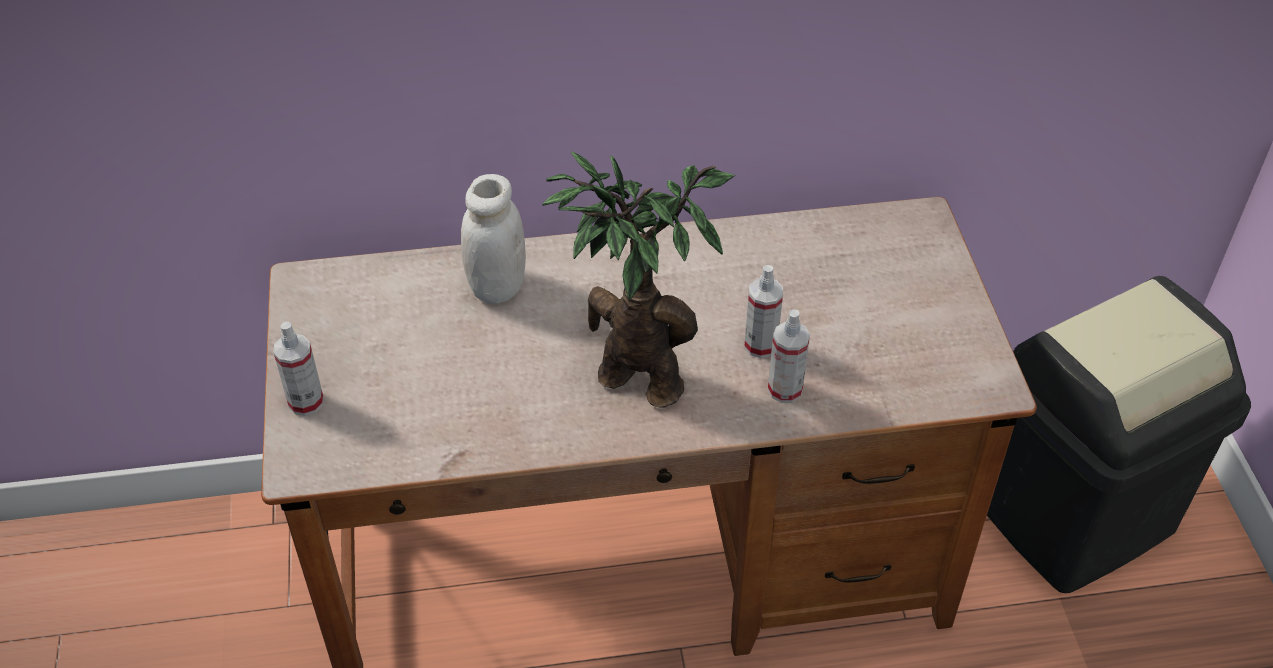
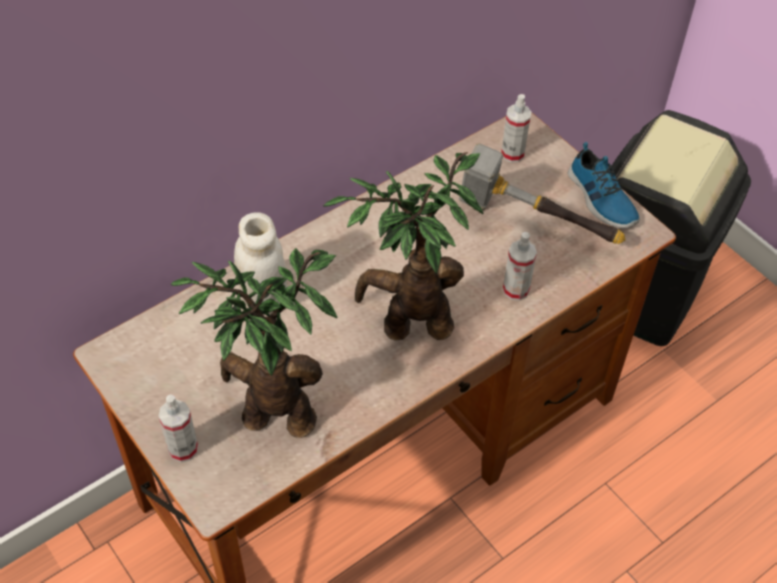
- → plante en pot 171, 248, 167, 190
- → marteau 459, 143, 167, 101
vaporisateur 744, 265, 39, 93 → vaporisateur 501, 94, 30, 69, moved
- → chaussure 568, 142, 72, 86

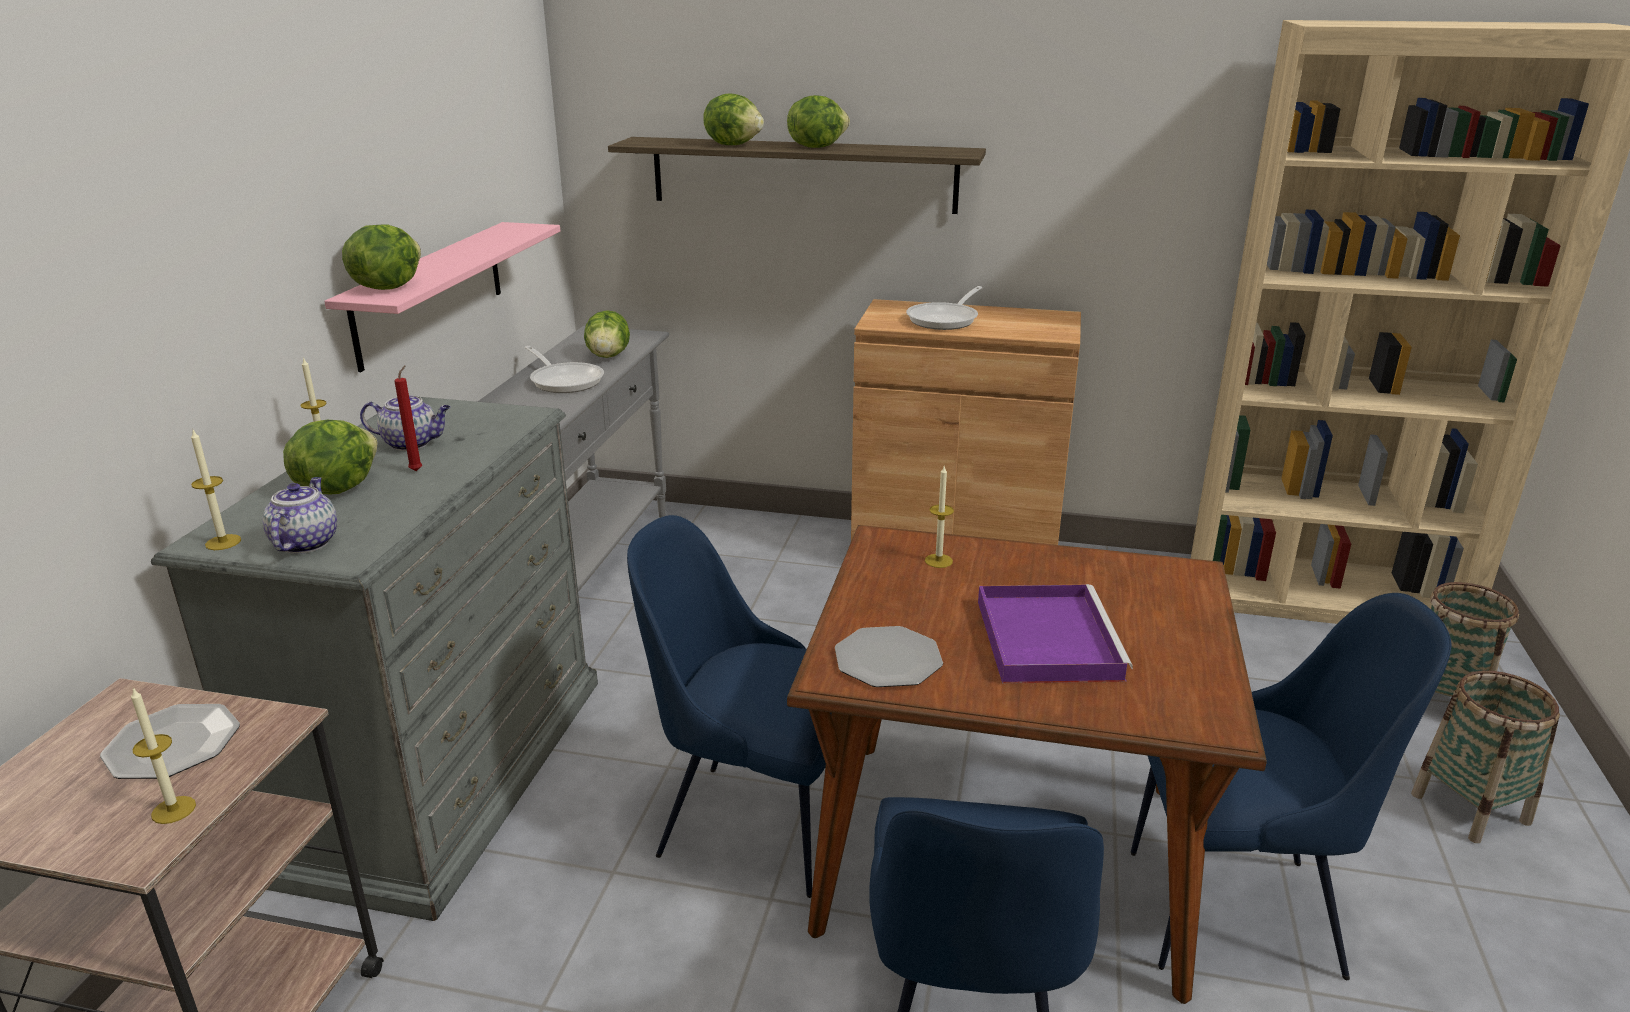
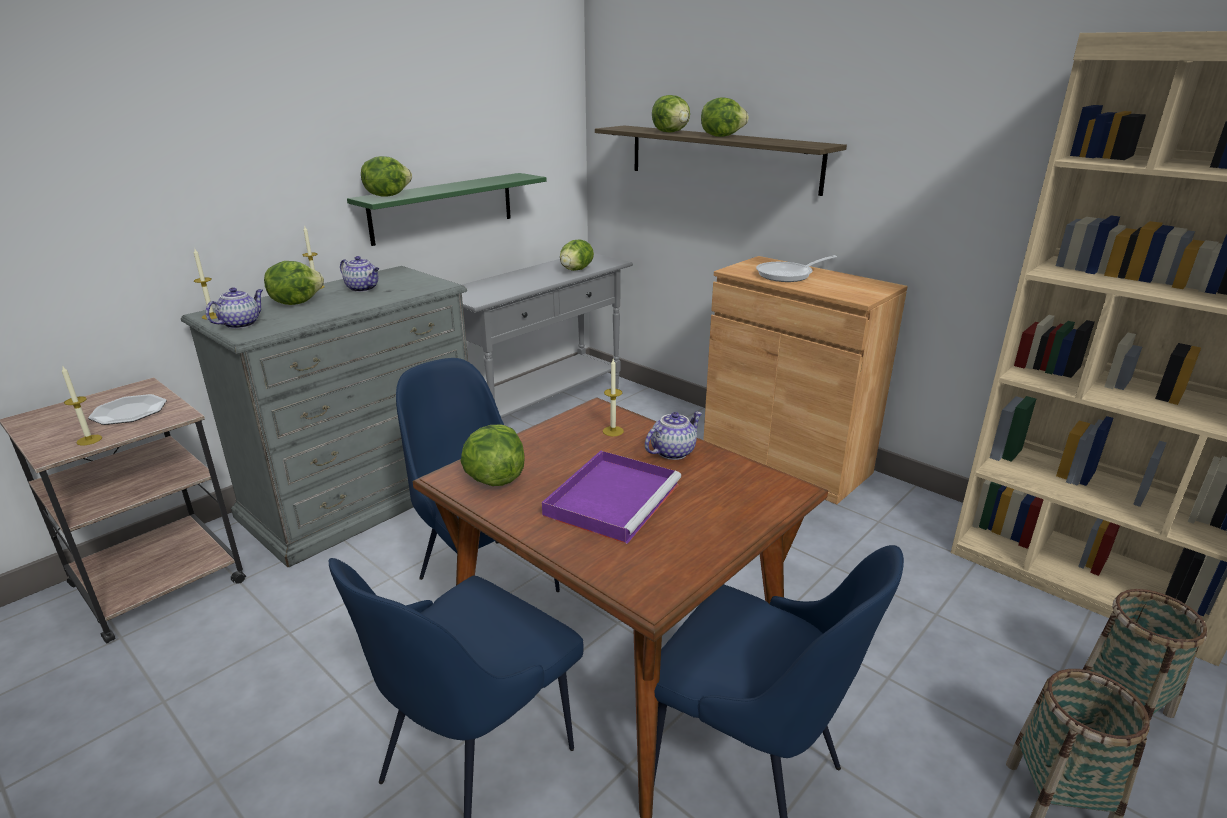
étagère/rose 324, 222, 236, 150 → étagère/vert 347, 173, 200, 73
assiette 835, 626, 108, 61 → laitue 461, 425, 64, 61
- → théière 645, 412, 57, 48
bougie/rouge 394, 365, 28, 106 → -
poêle 525, 346, 79, 47 → -

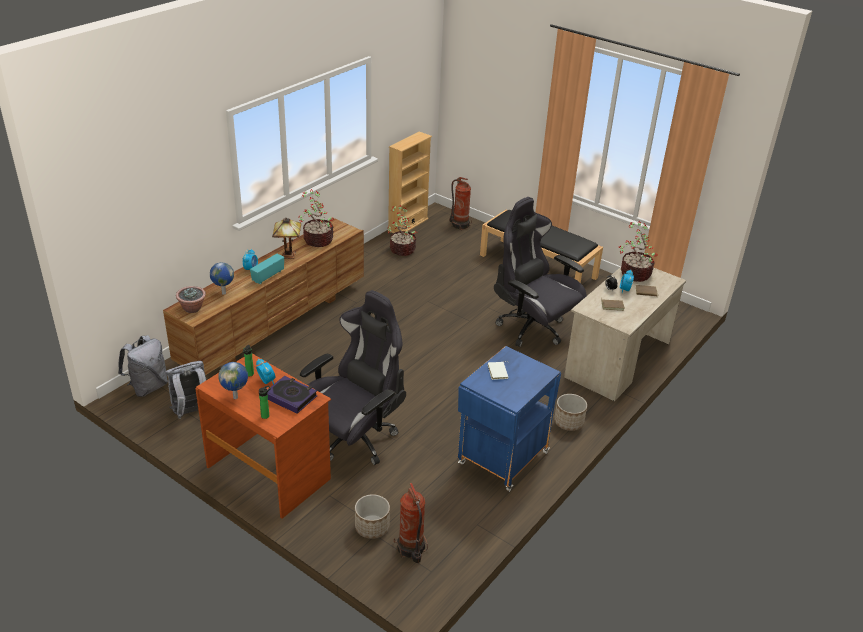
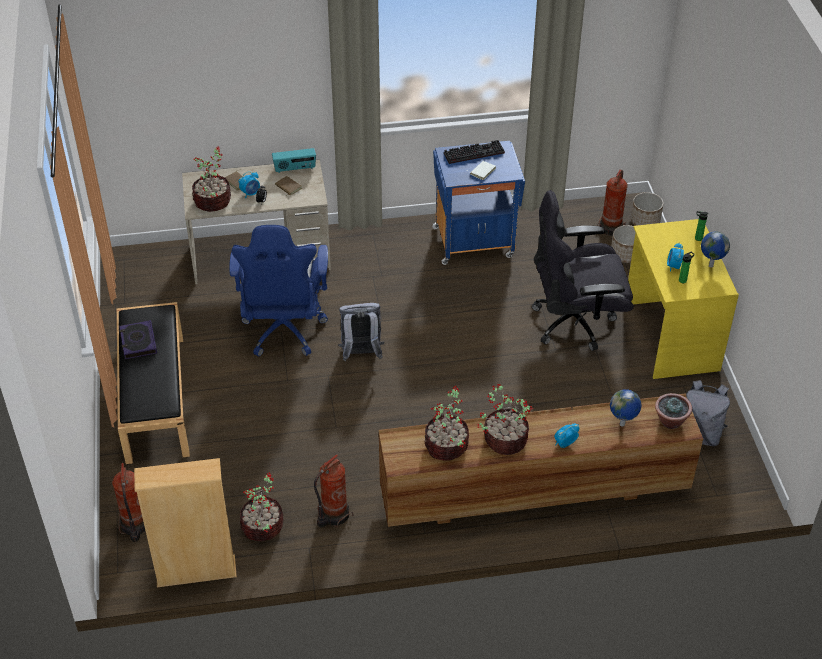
livre 267, 376, 51, 38 → livre 119, 320, 38, 39, moved
chaise de bureau/noir 494, 197, 93, 150 → chaise de bureau/bleu 229, 225, 99, 131
radio 250, 254, 34, 30 → radio 272, 148, 44, 25, moved
- → extincteur 314, 454, 39, 74
sac à dos/gris 118, 335, 50, 62 → sac à dos/gris 338, 303, 46, 58, moved
- → clavier 444, 140, 61, 24
lampe de table 272, 218, 29, 41 → plante en pot 477, 384, 56, 71
bureau/marron 196, 354, 135, 165 → bureau/jaune 628, 219, 111, 160
cache-pot 554, 394, 33, 37 → cache-pot 631, 192, 32, 34, moved

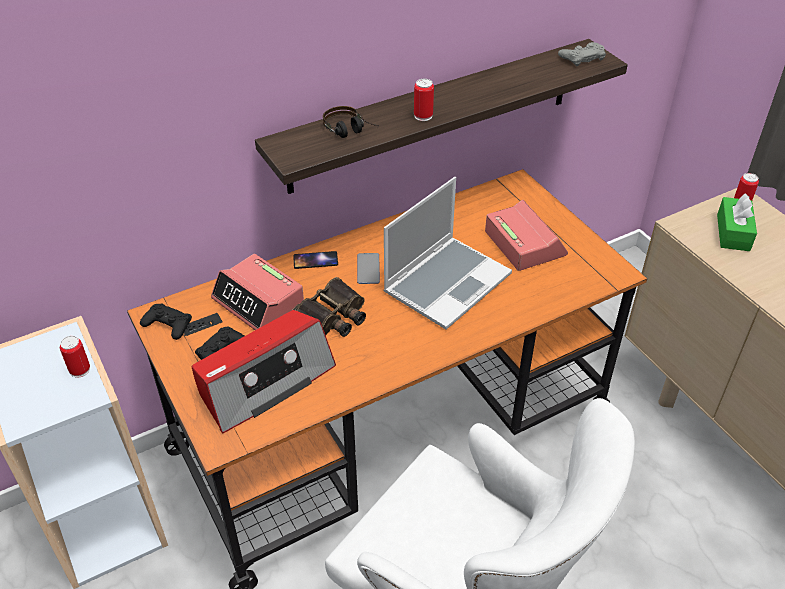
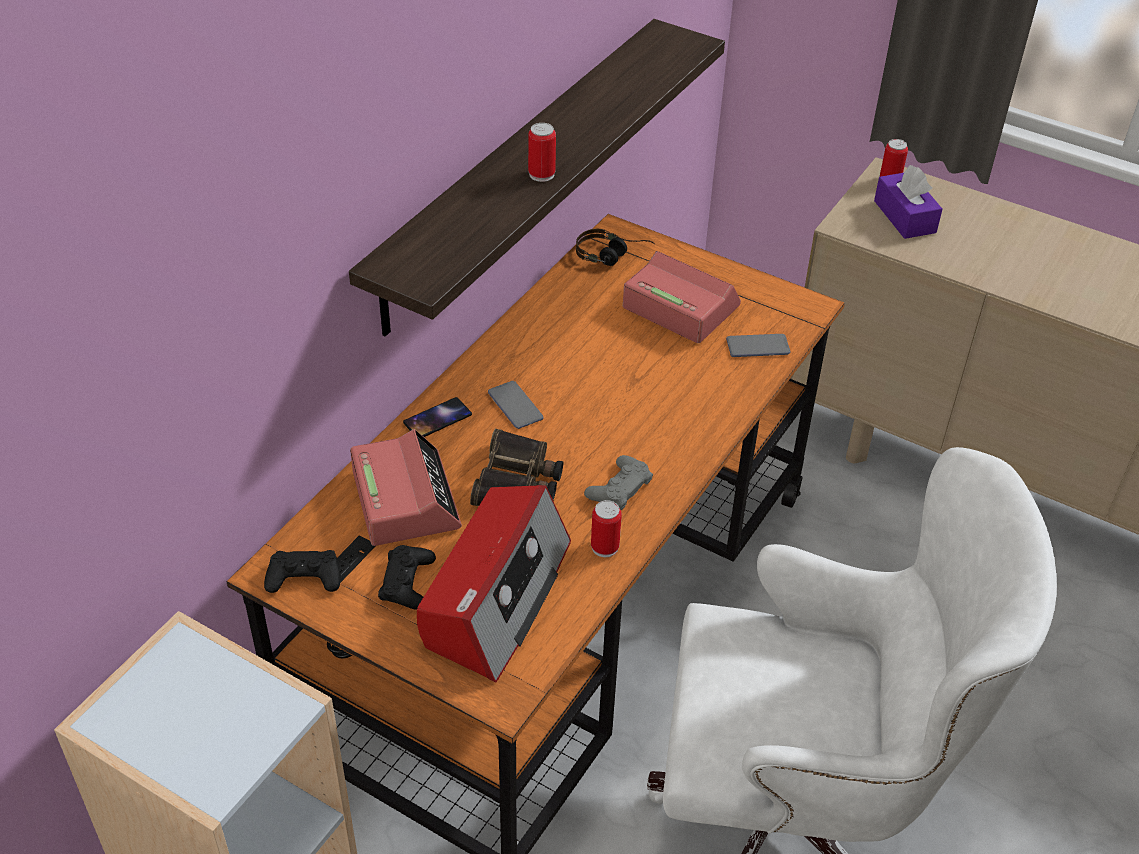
réveil 211, 254, 93, 76 → réveil 350, 429, 112, 117, 120 degrees counterclockwise
casque audio 323, 106, 56, 32 → casque audio 576, 229, 78, 37, moved
manette/gris 558, 42, 48, 25 → manette/gris 584, 455, 69, 55, moved
boîte métallique 60, 336, 30, 42 → boîte métallique 591, 500, 31, 57, moved
- → téléphone 726, 334, 65, 23
boîte à mouchoirs/vert 717, 194, 40, 57 → boîte à mouchoirs/violet 874, 165, 69, 74
ordinateur portable 383, 177, 129, 153 → -

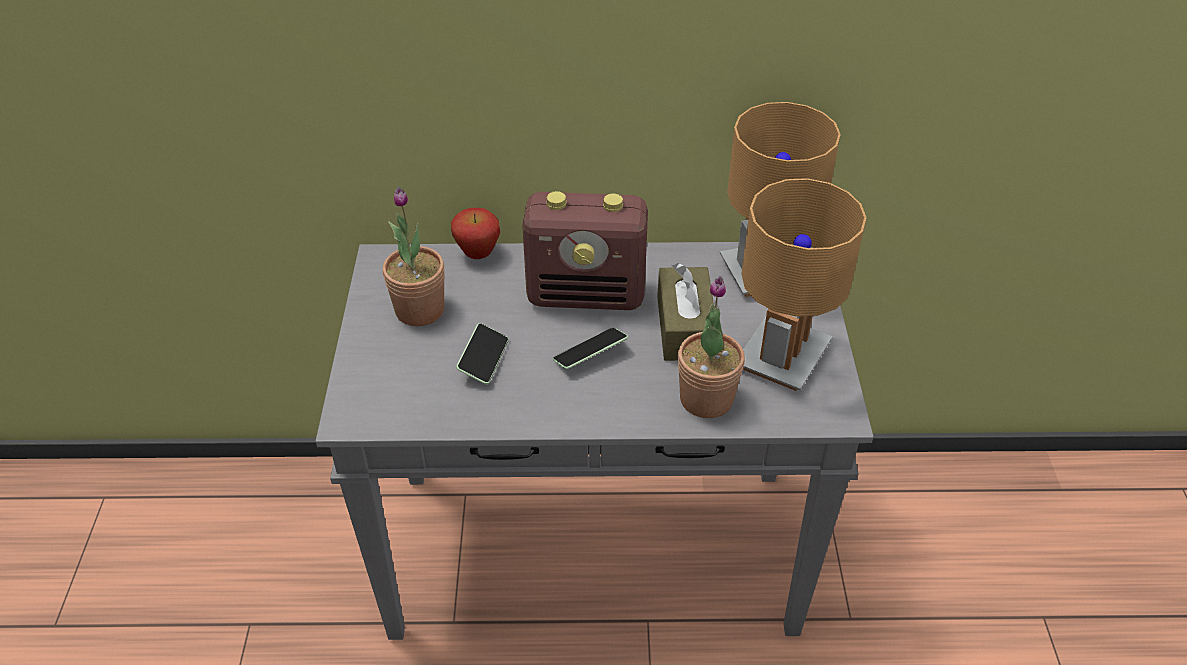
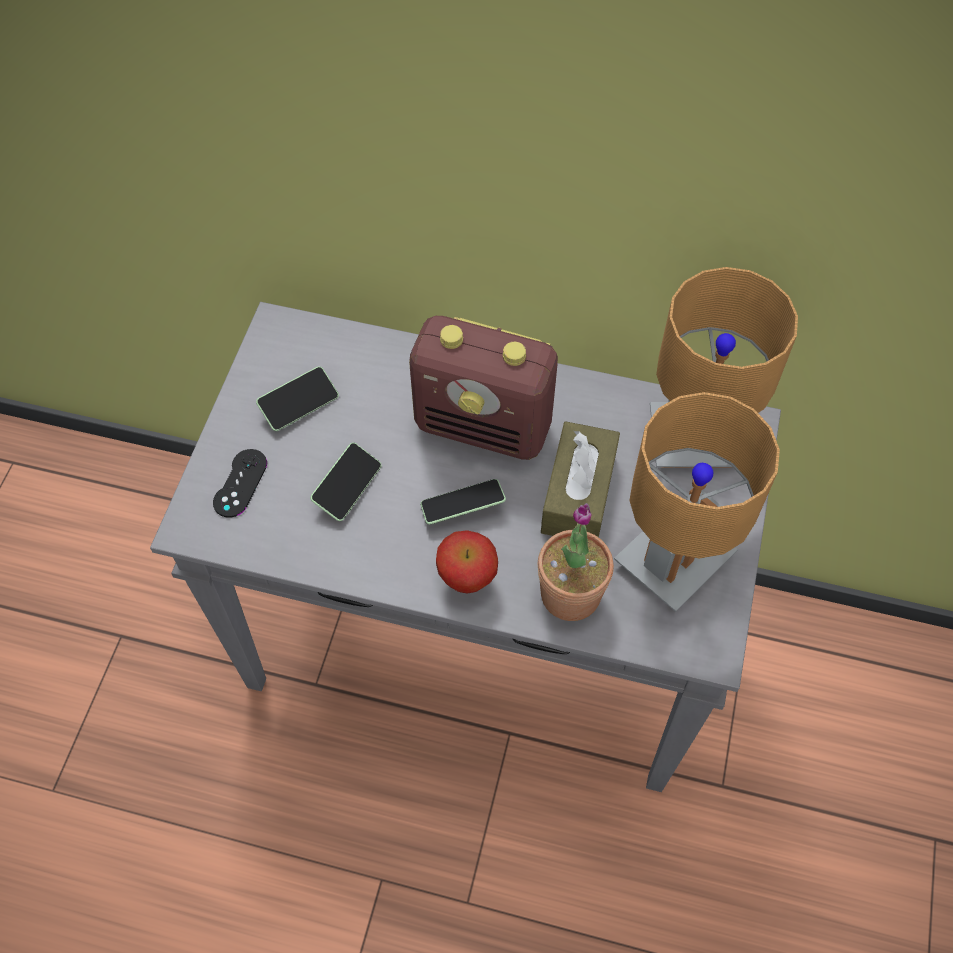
- → manette/noir 213, 449, 54, 69
plante en pot 383, 187, 62, 139 → téléphone 256, 366, 83, 65
pomme 451, 208, 49, 51 → pomme 436, 530, 62, 64, moved

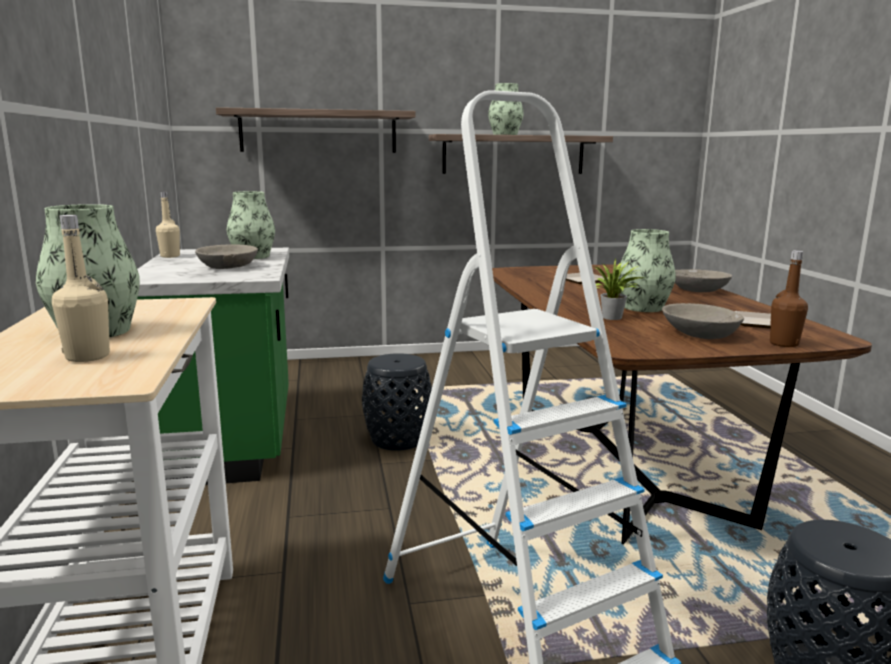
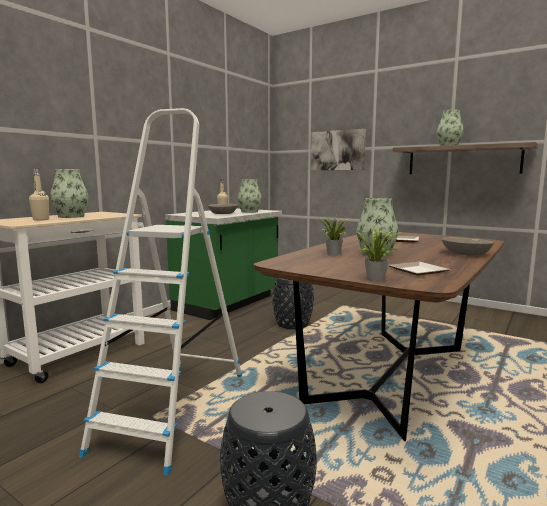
étagère 216, 107, 200, 46 → tableau 311, 129, 55, 41
bouteille/marron 770, 250, 38, 97 → plante en pot 357, 227, 47, 55
bol/gris 662, 303, 82, 36 → -

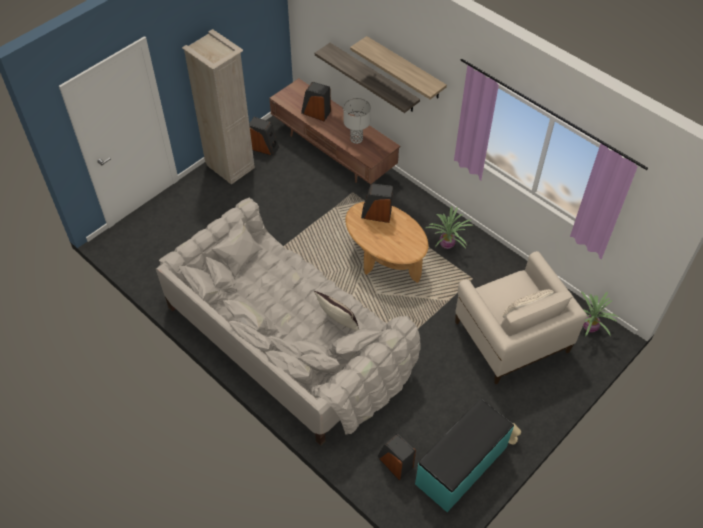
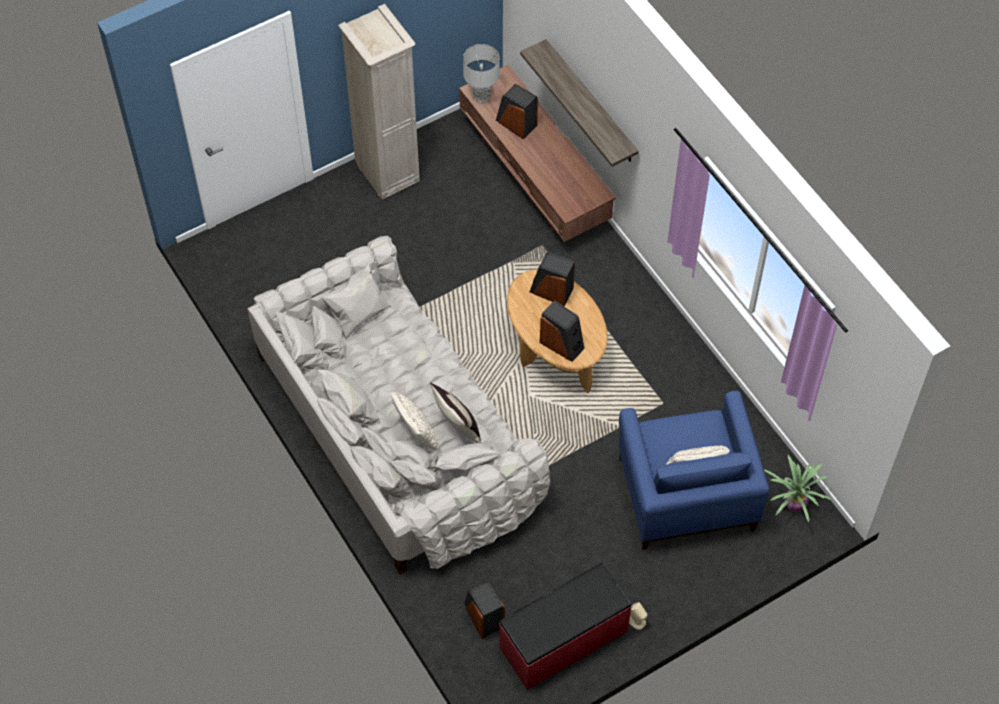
- → coussin/beige 391, 392, 48, 58
lampe de table/blanc 343, 98, 28, 46 → lampe de table/blanc 463, 44, 37, 59, moved
banc/turquoise 415, 399, 99, 113 → banc/rouge 499, 563, 133, 127
enceinte 249, 117, 30, 39 → enceinte 539, 300, 46, 62, moved
fauteuil/beige 455, 251, 132, 133 → fauteuil/bleu 618, 391, 152, 159
étagère 350, 36, 97, 63 → -
plante en pot 425, 206, 47, 43 → -

